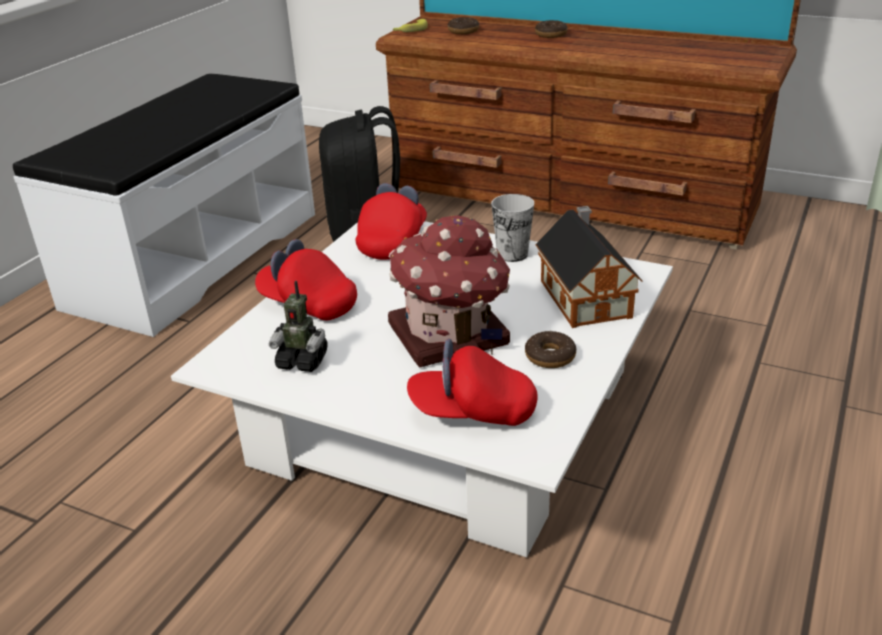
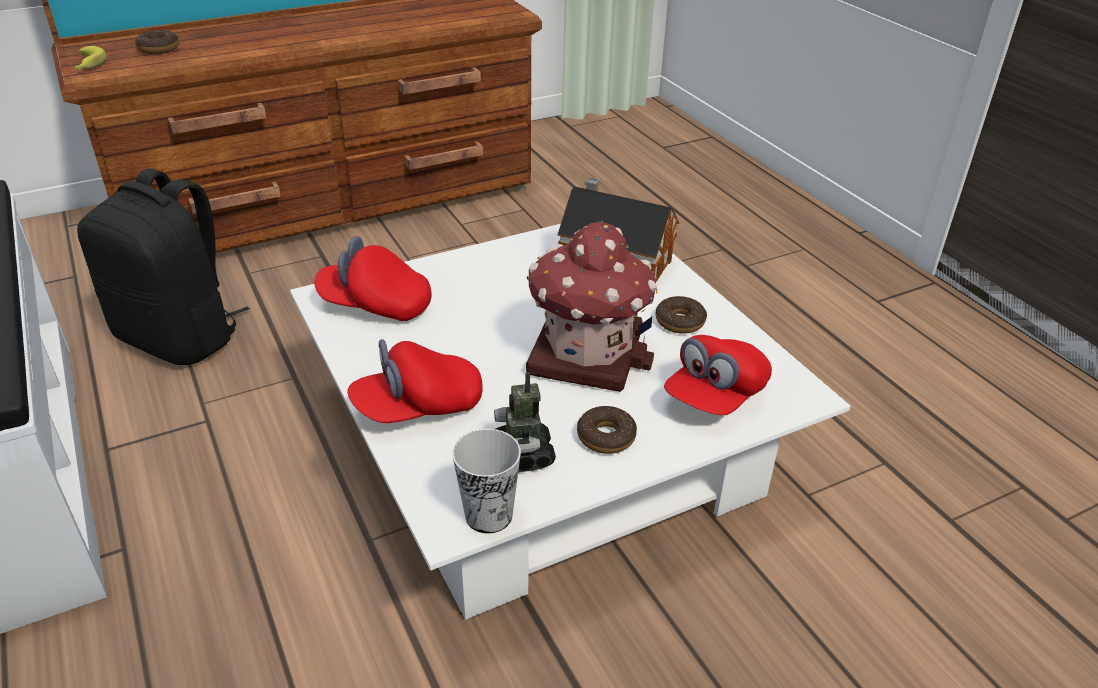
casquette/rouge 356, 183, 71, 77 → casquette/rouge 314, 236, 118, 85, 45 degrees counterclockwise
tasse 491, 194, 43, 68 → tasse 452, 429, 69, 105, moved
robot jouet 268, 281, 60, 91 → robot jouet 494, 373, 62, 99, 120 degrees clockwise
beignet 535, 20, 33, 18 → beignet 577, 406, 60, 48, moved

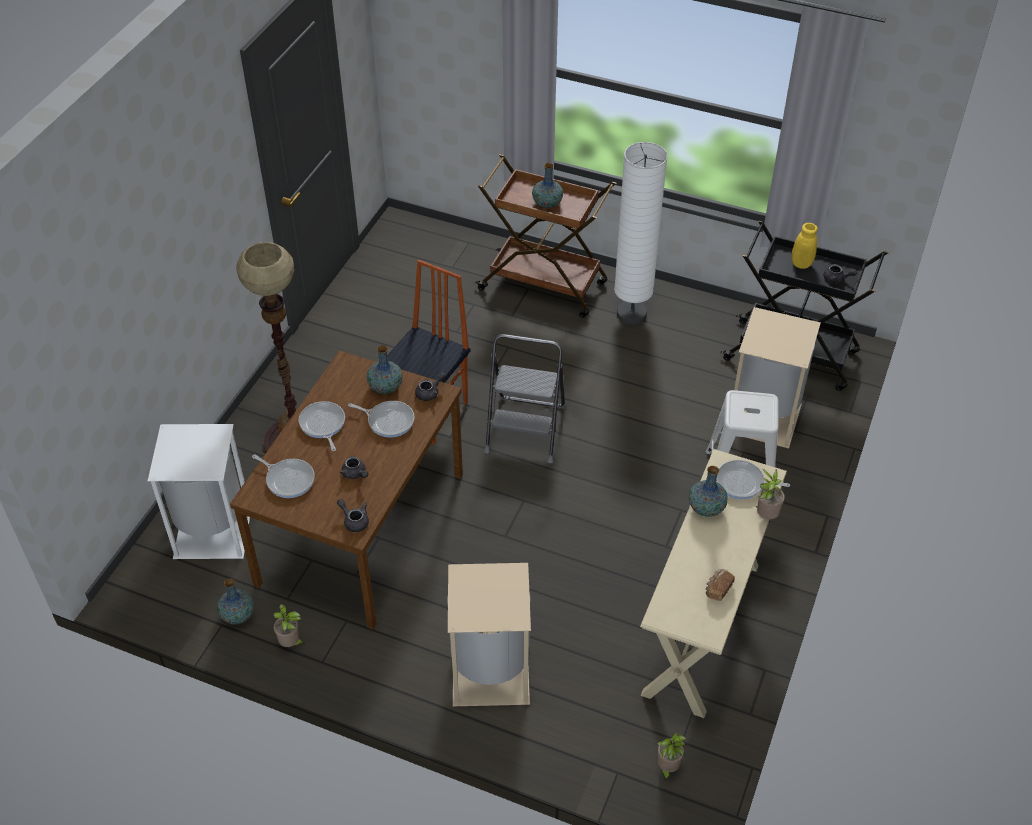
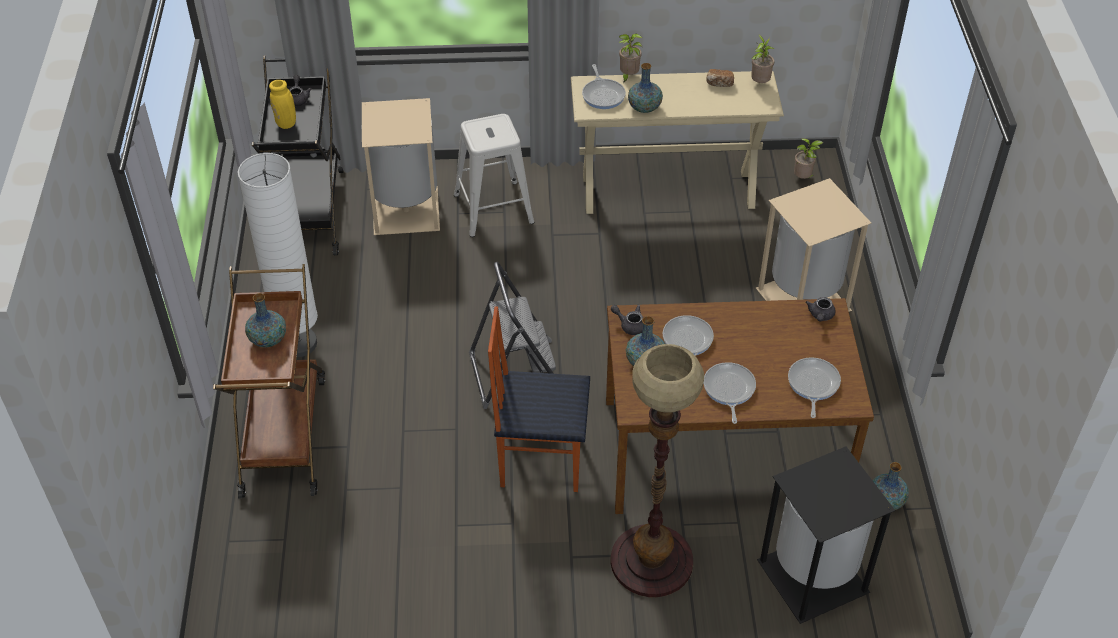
poêle 299, 401, 46, 50 → poêle 703, 362, 53, 62, 135 degrees clockwise
plante en pot 274, 604, 31, 43 → plante en pot 751, 34, 23, 49, moved
poubelle/blanc 148, 424, 102, 135 → poubelle/noir 757, 446, 138, 178
théière/gris 340, 456, 28, 23 → -

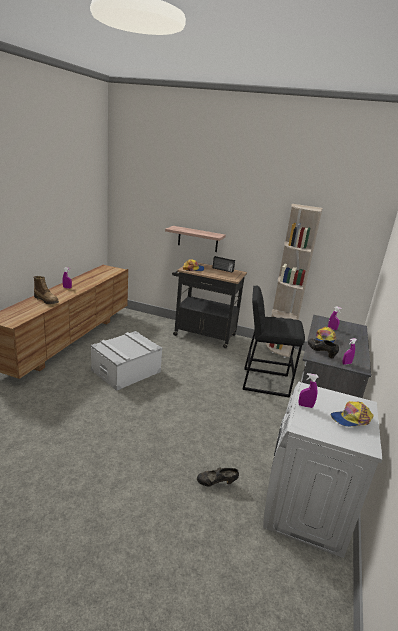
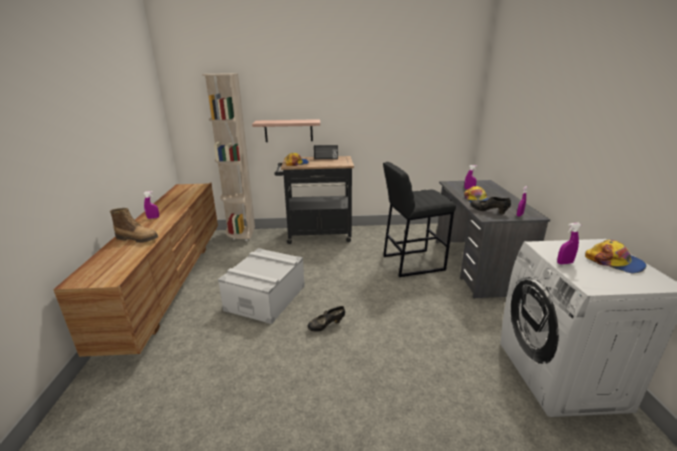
bibliothèque/beige 266, 204, 57, 154 → bibliothèque/beige 202, 73, 53, 168, moved
chaussure/noir 197, 467, 42, 19 → chaussure/noir 307, 306, 38, 26, moved
casquette 331, 401, 43, 26 → casquette 585, 240, 61, 33, 90 degrees counterclockwise

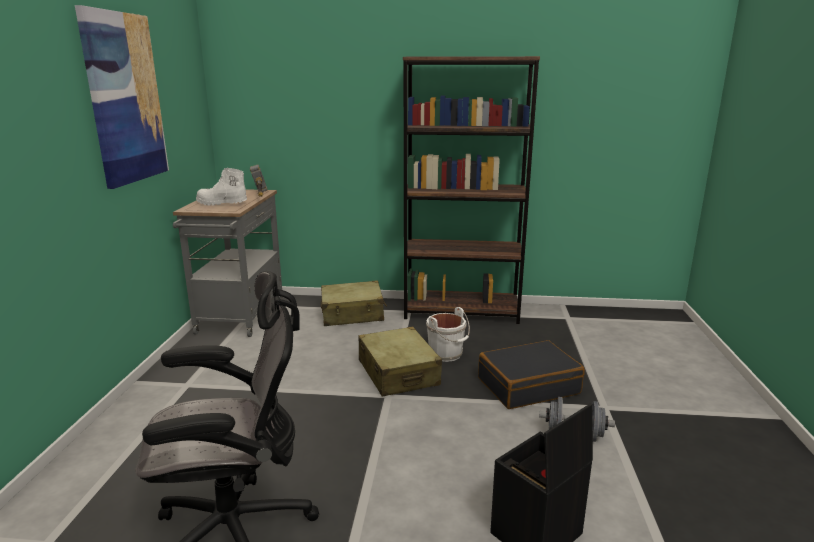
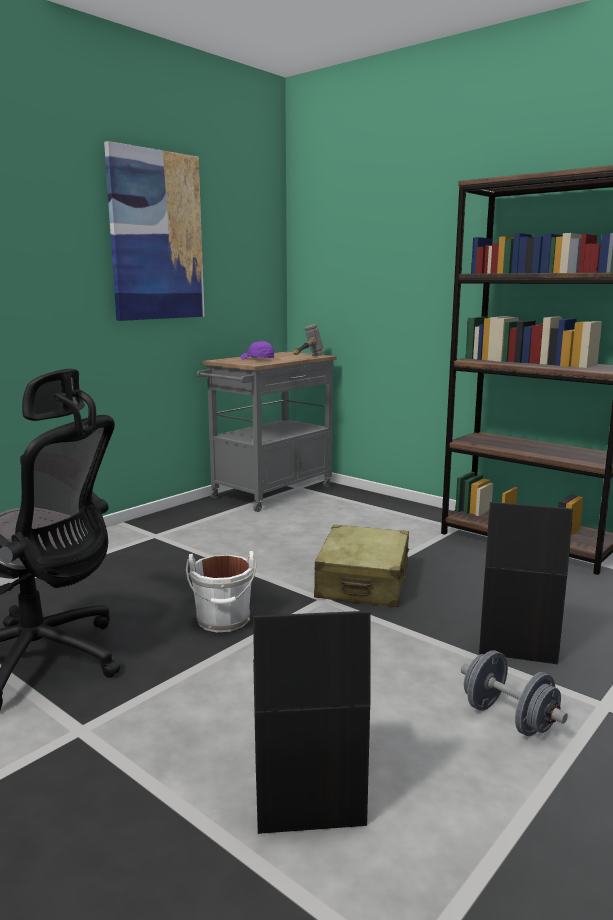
seau/blanc 426, 307, 44, 55 → seau/blanc 186, 551, 71, 81, moved
botte/blanc 196, 168, 51, 38 → casquette/violet 241, 341, 33, 19
valise/noir 478, 340, 107, 69 → boîte de rangement/noir 479, 502, 94, 162
valise/beige 321, 280, 66, 46 → -

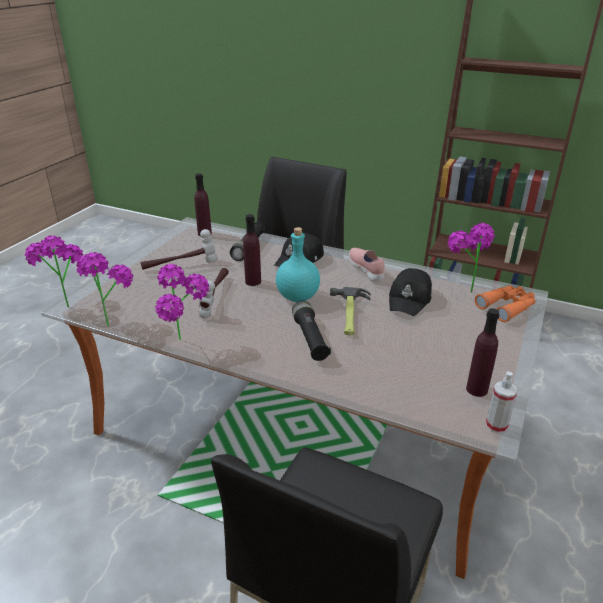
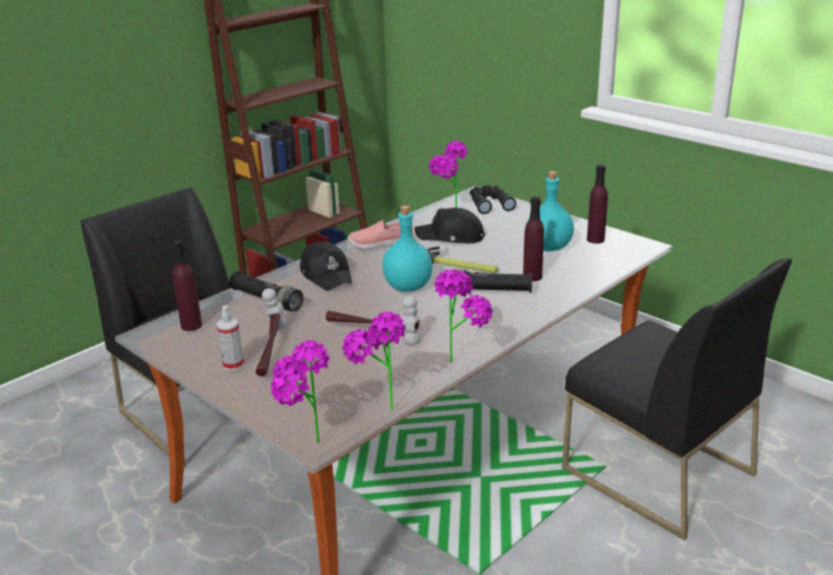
vaporisateur 486, 371, 31, 63 → vaporisateur 217, 306, 27, 65, moved
casquette/noir 389, 268, 43, 48 → casquette/noir 415, 208, 70, 35, 150 degrees clockwise
jumelles/orange 475, 285, 60, 37 → jumelles/noir 470, 185, 46, 29
bouteille/violet 243, 214, 18, 72 → bouteille/violet 523, 196, 21, 85, moved
- → bouteille/turquoise 528, 171, 46, 80

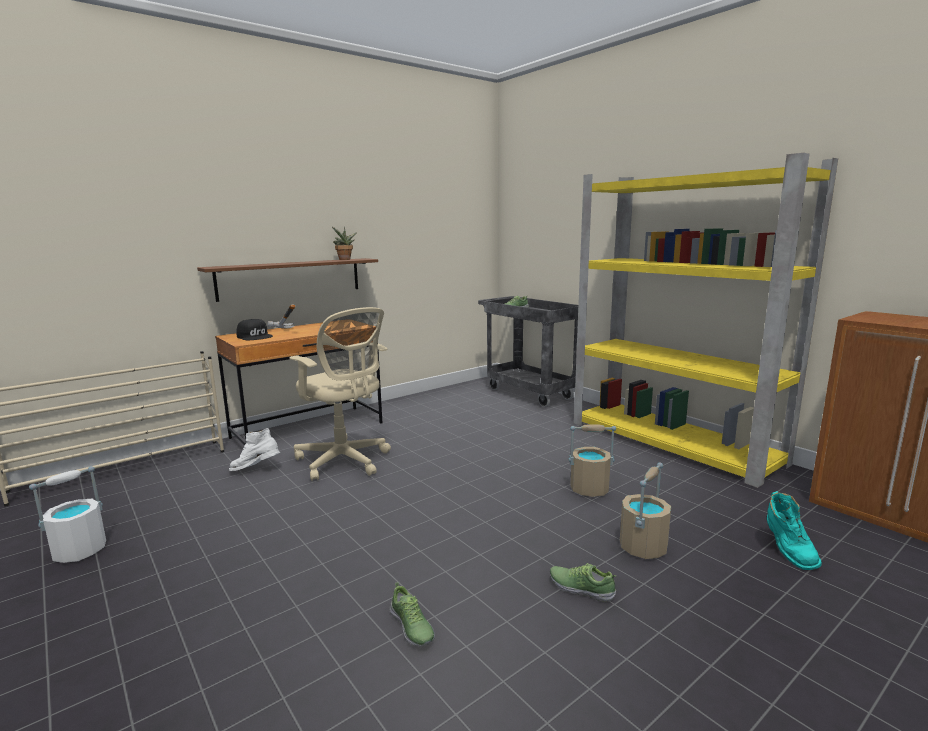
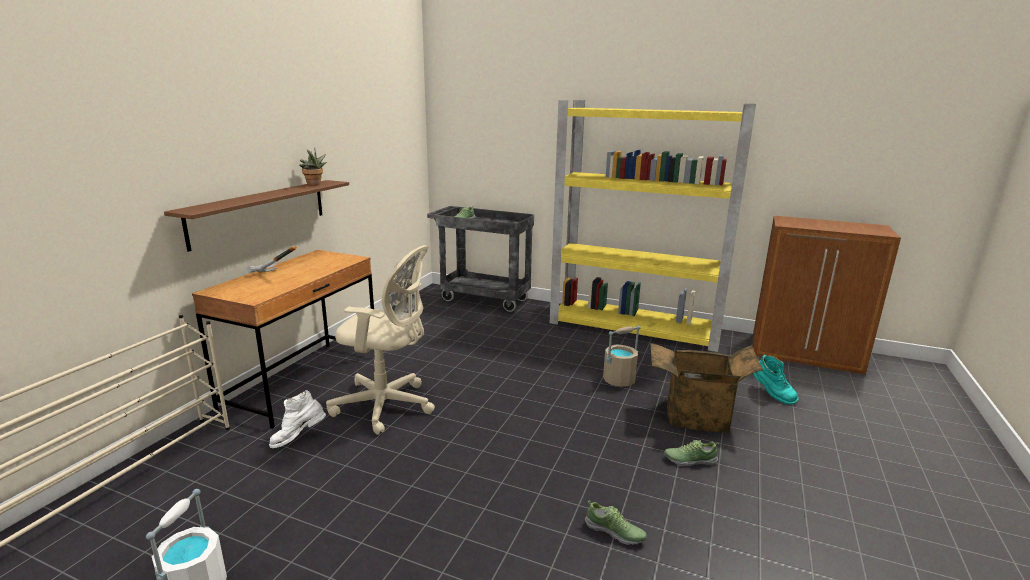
seau/beige 620, 463, 51, 96 → carton 651, 343, 112, 90
casquette/noir 236, 319, 37, 21 → -

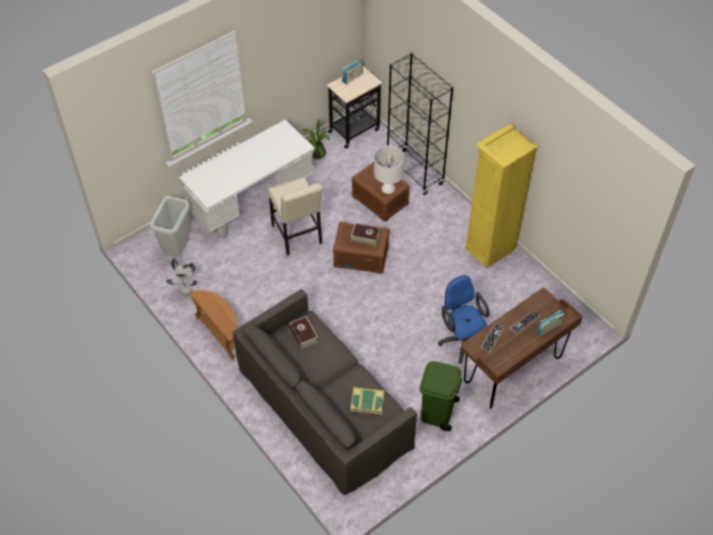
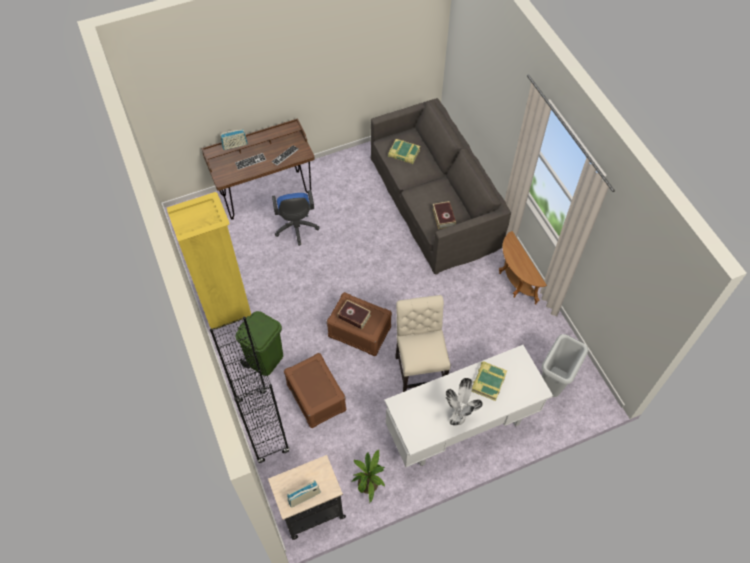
poubelle/vert 420, 361, 42, 70 → poubelle/vert 236, 311, 47, 65, moved
plante en pot 166, 258, 31, 38 → plante en pot 446, 378, 37, 48, moved
- → livre 472, 362, 35, 39
lampe de table/blanc 374, 146, 31, 48 → -

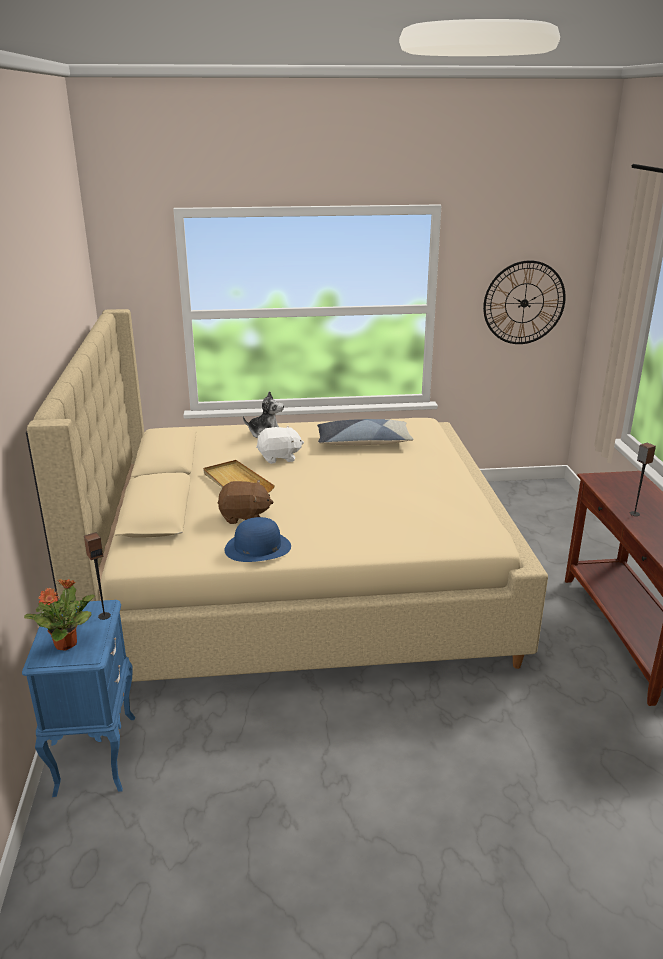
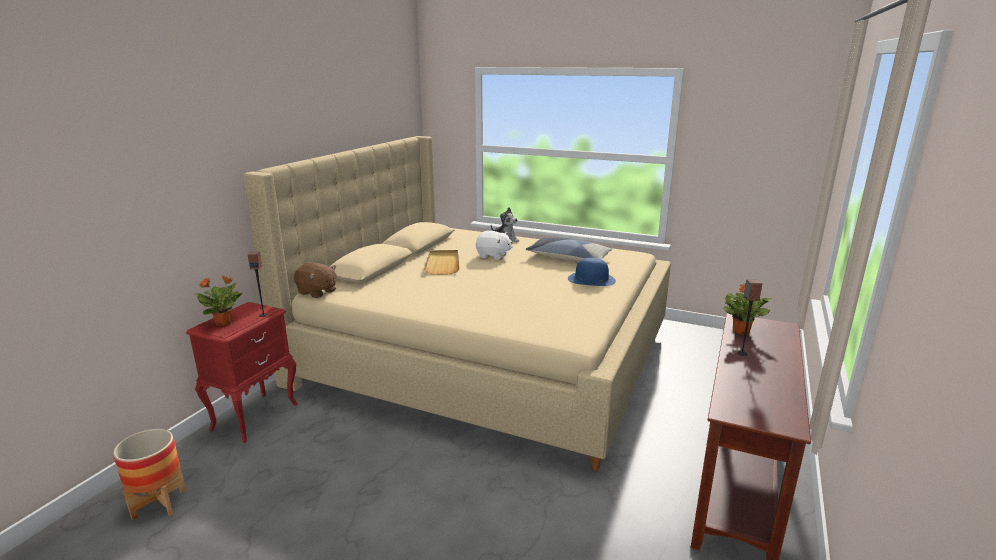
- → cache-pot 113, 429, 73, 91
table de chevet/bleu 22, 600, 113, 197 → table de chevet/rouge 186, 302, 112, 141
peluche/marron 217, 480, 56, 44 → peluche/marron 294, 262, 43, 36, moved
chapeau/bleu 225, 517, 66, 45 → chapeau/bleu 568, 258, 48, 28, moved
- → plante en pot 723, 283, 50, 52
horloge murale 483, 260, 83, 84 → -

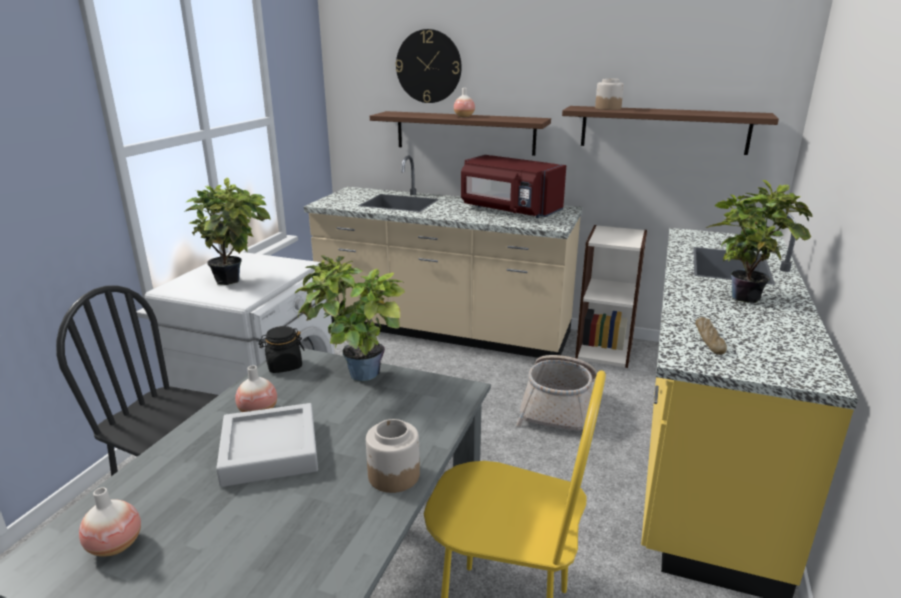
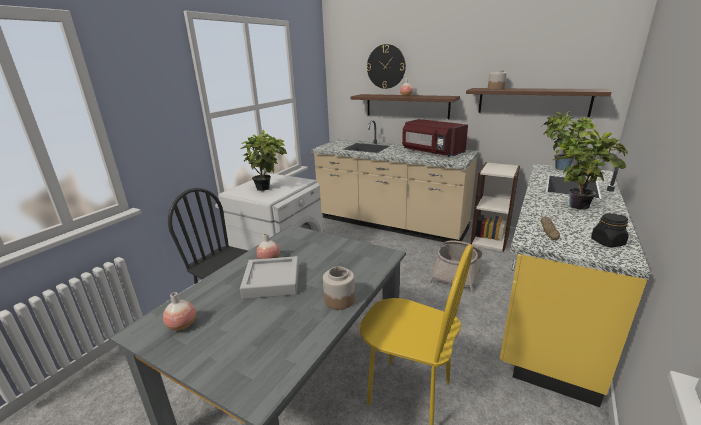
plante en pot 295, 255, 110, 126 → plante en pot 541, 111, 57, 59, moved
bocal/noir 259, 326, 45, 47 → bocal/noir 591, 213, 37, 34, moved

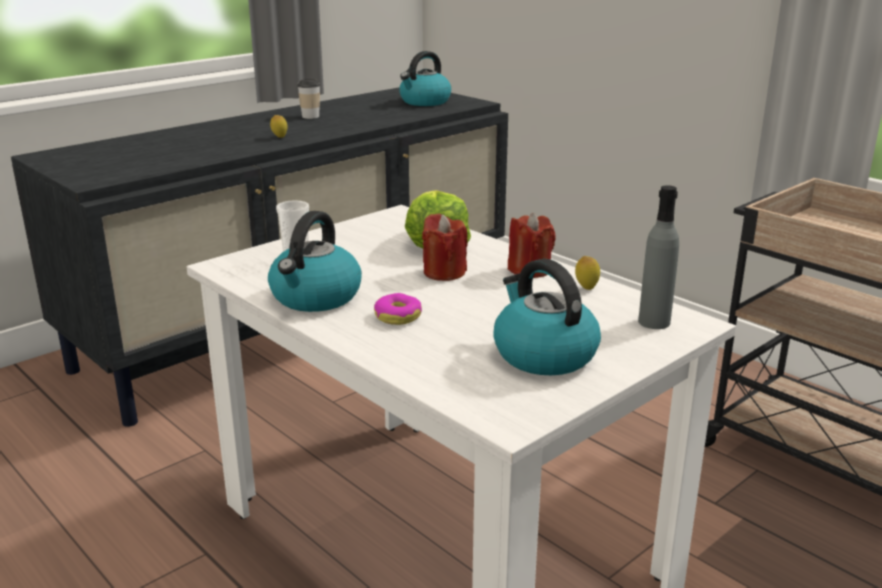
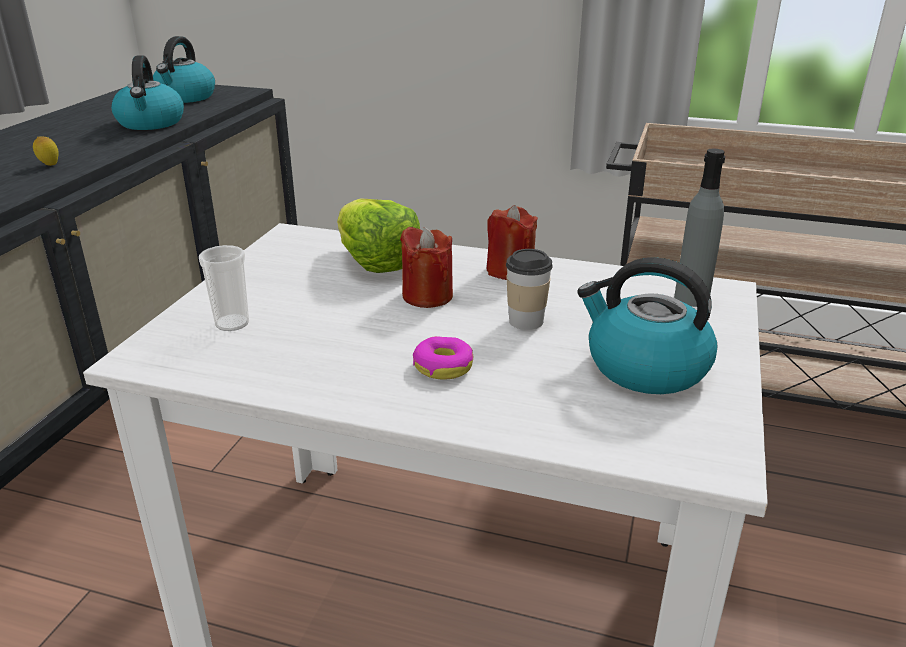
bouilloire 268, 211, 94, 101 → bouilloire 111, 55, 73, 75, moved
tasse 298, 79, 22, 40 → tasse 506, 249, 47, 81, moved
citron 575, 256, 25, 34 → -

